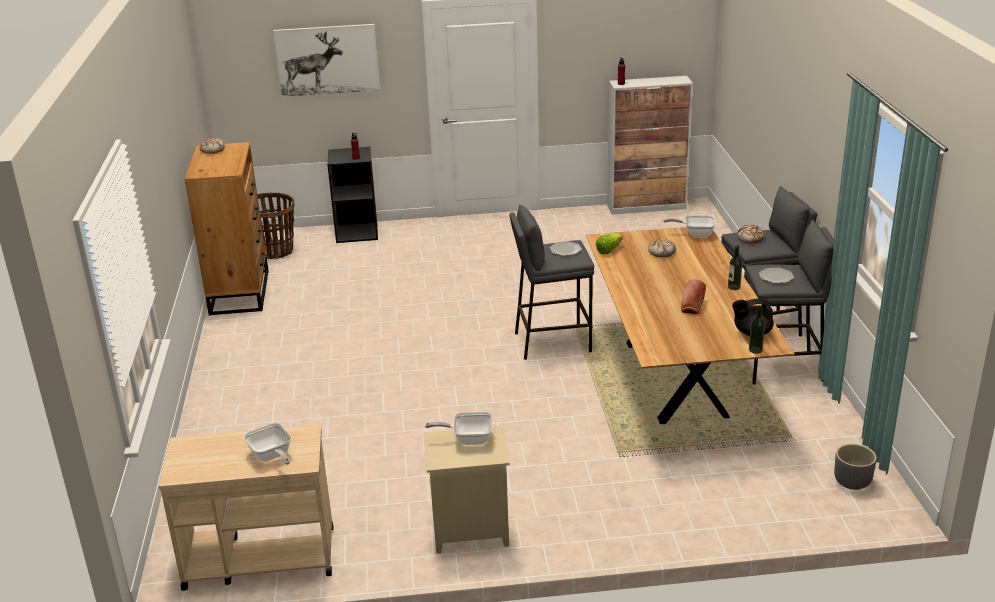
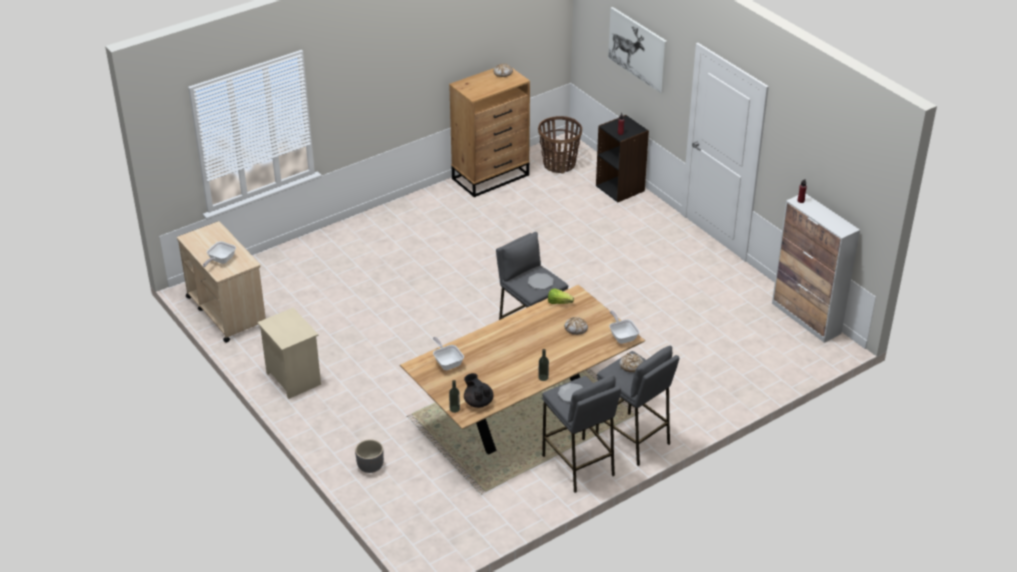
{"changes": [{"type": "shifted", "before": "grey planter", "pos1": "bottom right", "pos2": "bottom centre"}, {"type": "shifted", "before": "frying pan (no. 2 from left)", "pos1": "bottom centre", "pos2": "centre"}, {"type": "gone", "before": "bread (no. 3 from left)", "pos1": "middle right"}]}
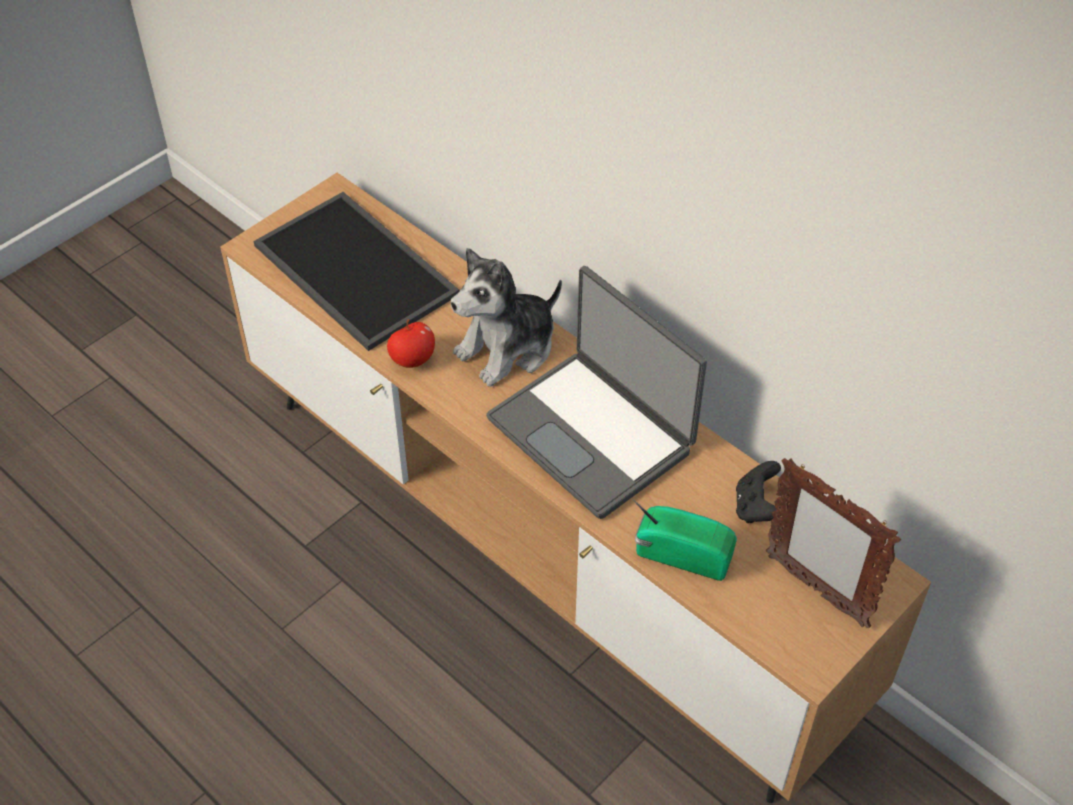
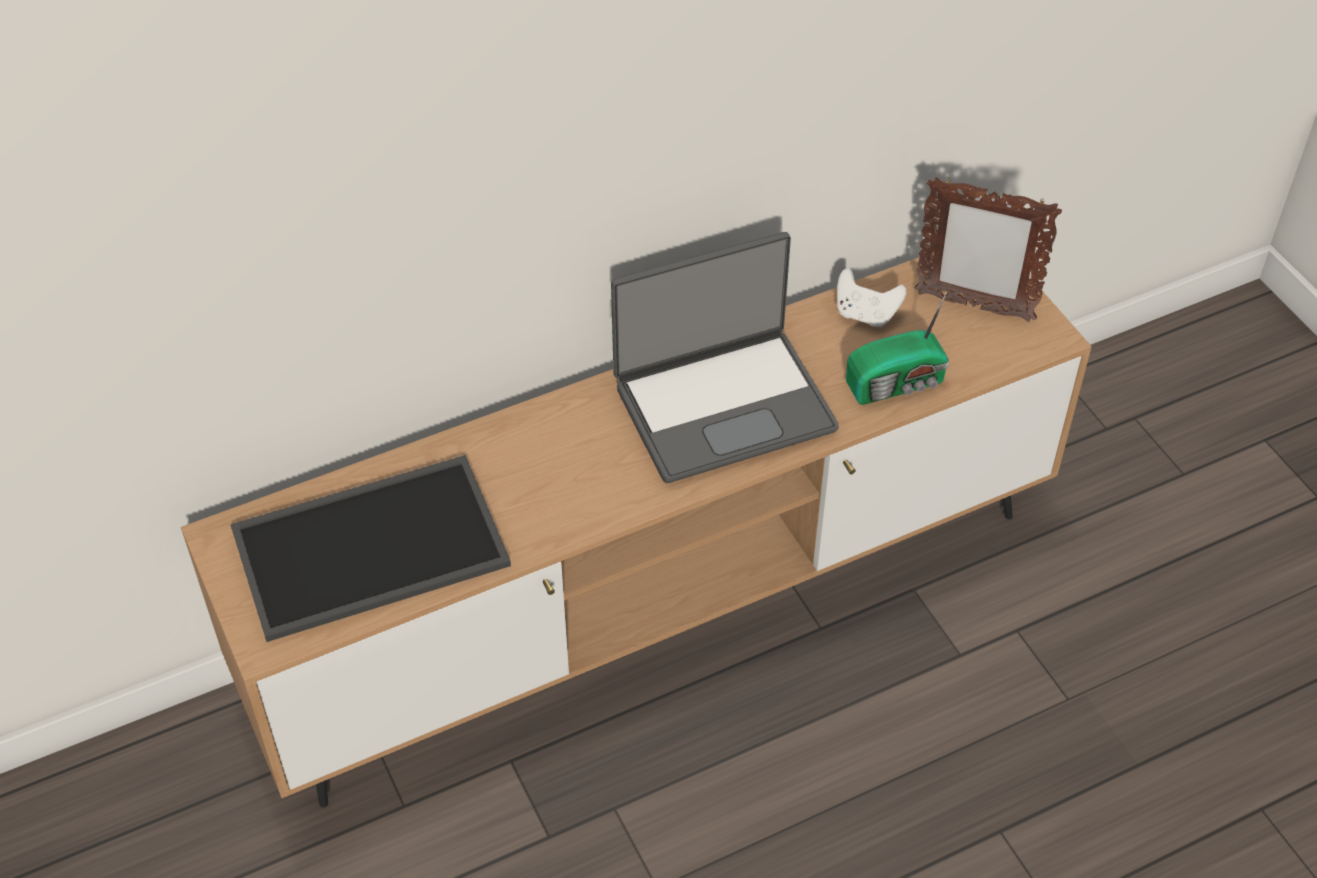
{"changes": [{"type": "repainted", "before": "black game controller", "after": "white game controller", "pos1": "middle right", "pos2": "centre"}, {"type": "rotated", "before": "radio", "pos1": "bottom centre", "pos2": "middle right", "turn": -150}, {"type": "rotated", "before": "picture frame", "pos1": "bottom right", "pos2": "top right", "turn": 45}, {"type": "gone", "before": "apple", "pos1": "centre"}, {"type": "gone", "before": "plush toy", "pos1": "centre"}]}
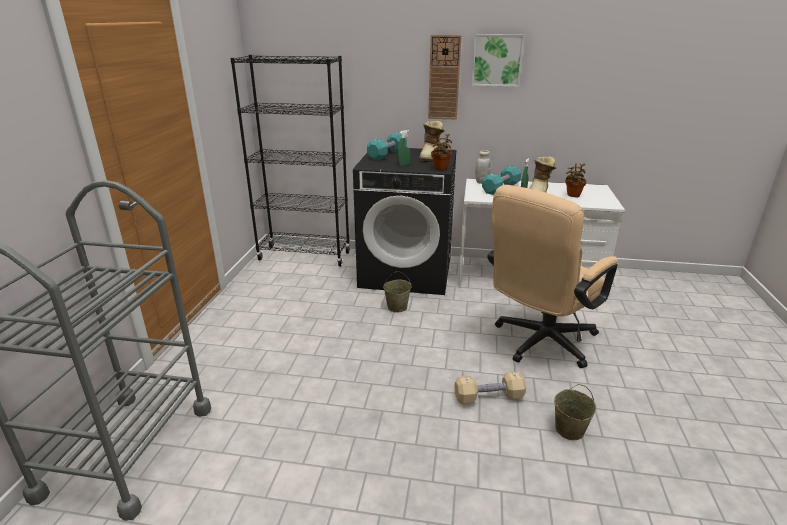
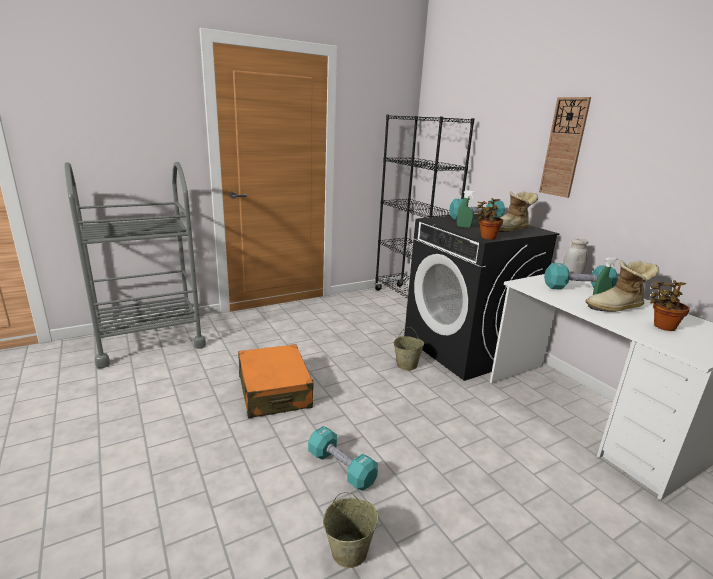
{"changes": [{"type": "new", "after": "orange suitcase", "pos2": "centre"}, {"type": "repainted", "before": "beige dumbbell", "after": "turquoise dumbbell (no. 1 from left)", "pos1": "bottom centre", "pos2": "bottom centre"}, {"type": "gone", "before": "picture", "pos1": "top centre"}, {"type": "gone", "before": "beige office chair", "pos1": "middle right"}]}
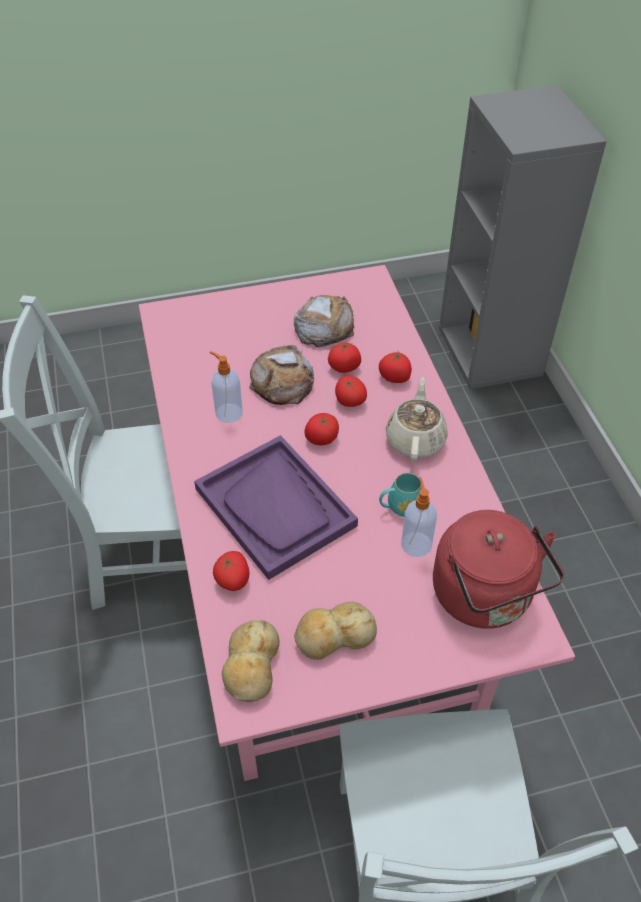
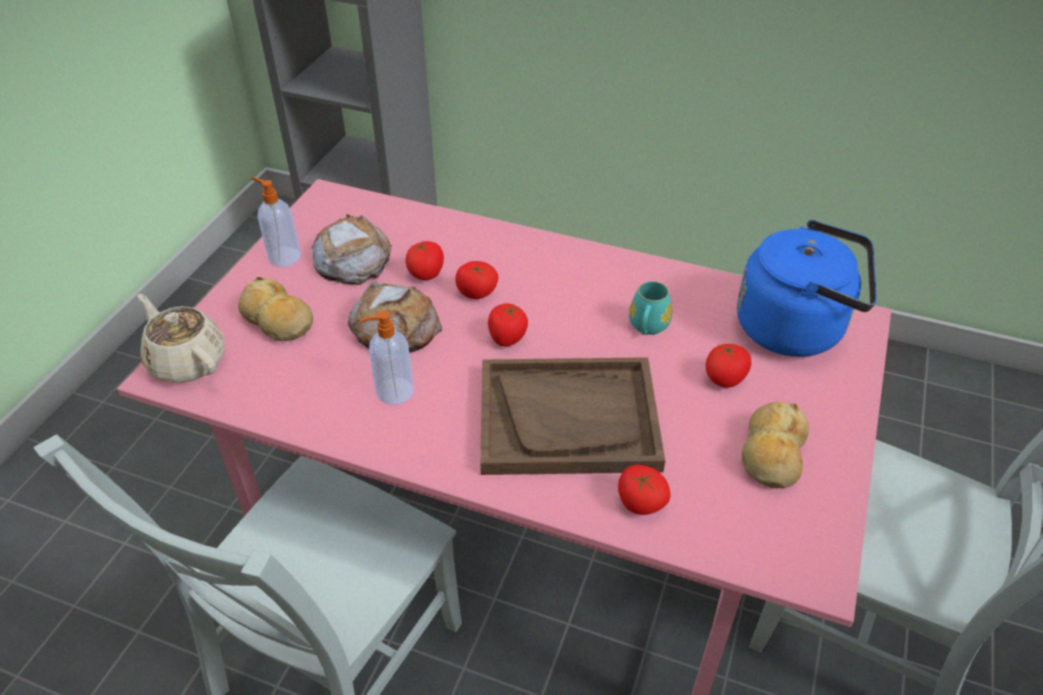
{"changes": [{"type": "shifted", "before": "beige teapot", "pos1": "centre", "pos2": "middle left"}, {"type": "shifted", "before": "bread (no. 1 from left)", "pos1": "bottom centre", "pos2": "middle left"}, {"type": "shifted", "before": "soap dispenser (no. 2 from left in the first image)", "after": "soap dispenser (no. 1 from left)", "pos1": "centre", "pos2": "top left"}, {"type": "repainted", "before": "purple tray", "after": "brown tray", "pos1": "centre", "pos2": "centre"}, {"type": "shifted", "before": "tomato (no. 5 from left)", "pos1": "centre", "pos2": "middle right"}, {"type": "repainted", "before": "red kettle", "after": "blue kettle", "pos1": "middle right", "pos2": "middle right"}]}
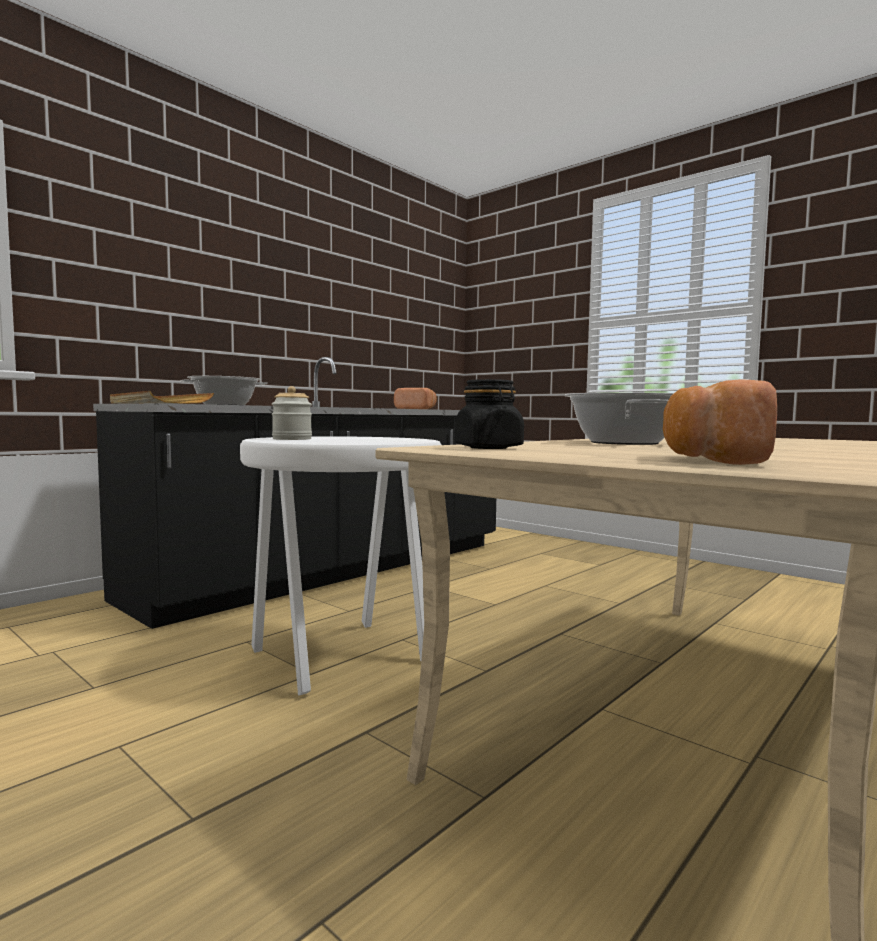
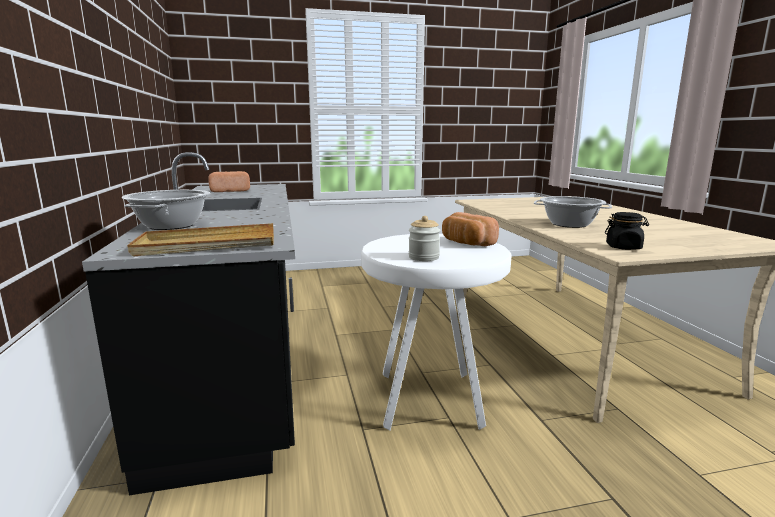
{"changes": [{"type": "shifted", "before": "bread (no. 2 from left)", "pos1": "middle right", "pos2": "centre"}]}
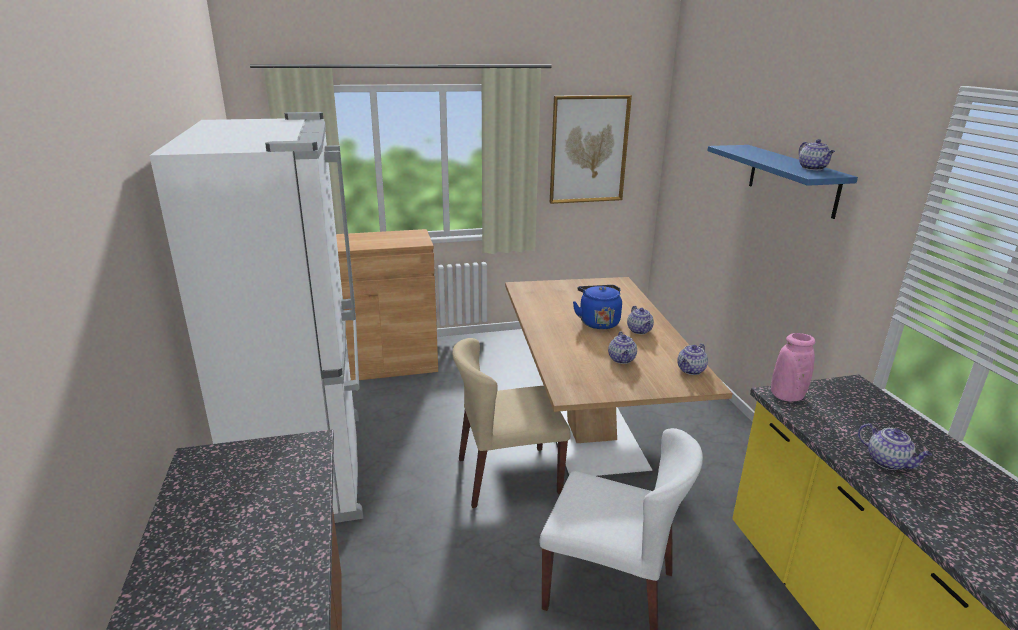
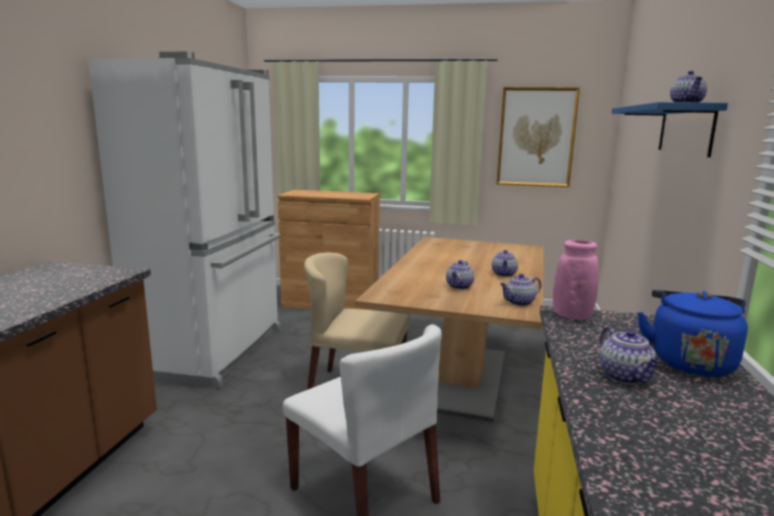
{"changes": [{"type": "shifted", "before": "blue kettle", "pos1": "centre", "pos2": "middle right"}]}
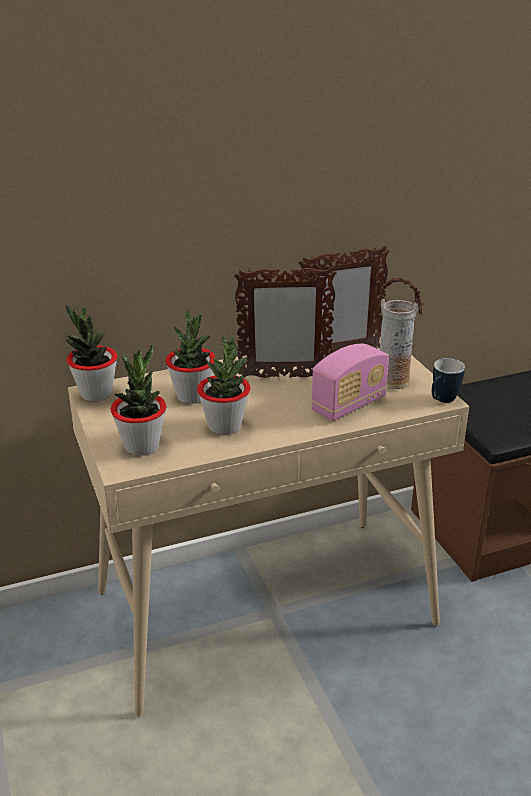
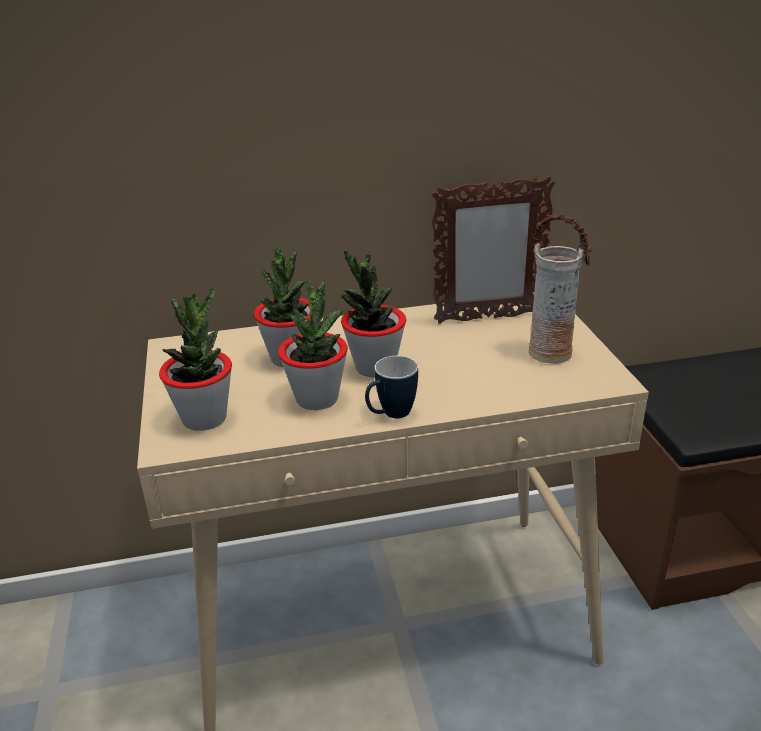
{"changes": [{"type": "shifted", "before": "potted plant (no. 1 from left in the first image)", "after": "potted plant (no. 4 from left)", "pos1": "middle left", "pos2": "centre"}, {"type": "shifted", "before": "mug", "pos1": "middle right", "pos2": "centre"}, {"type": "gone", "before": "picture frame (no. 1 from left)", "pos1": "centre"}, {"type": "gone", "before": "radio", "pos1": "centre"}]}
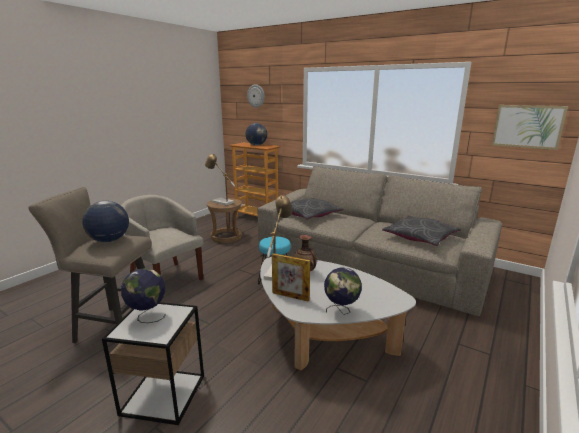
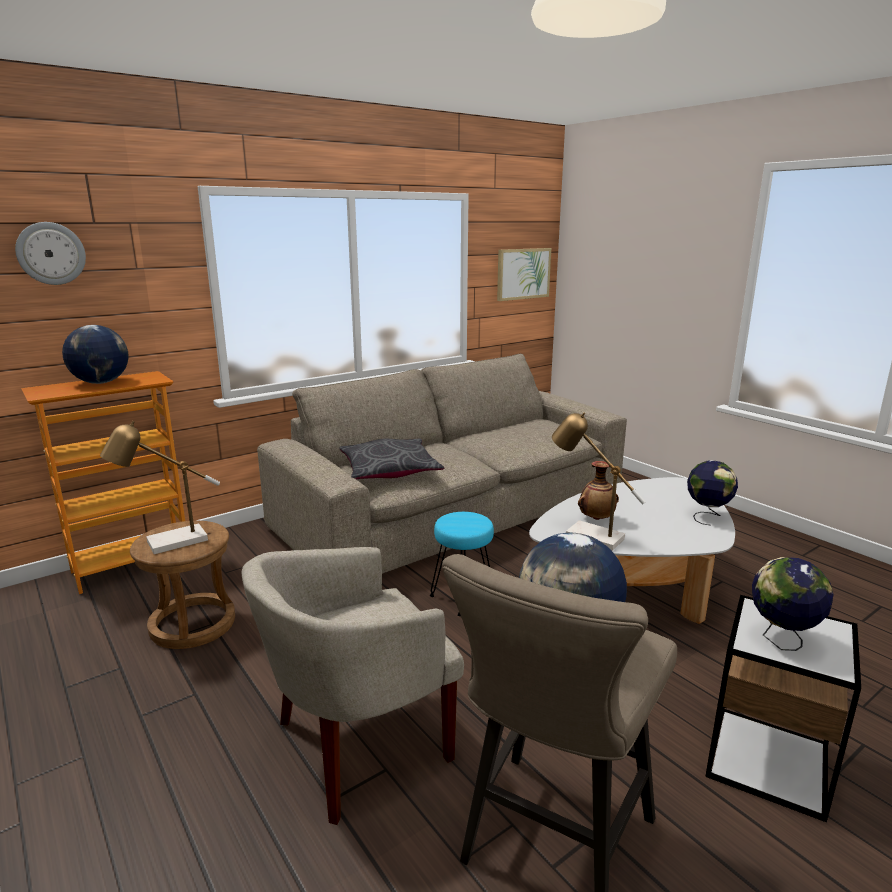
{"changes": [{"type": "gone", "before": "picture frame", "pos1": "centre"}, {"type": "gone", "before": "grey pillow (no. 2 from left)", "pos1": "middle right"}]}
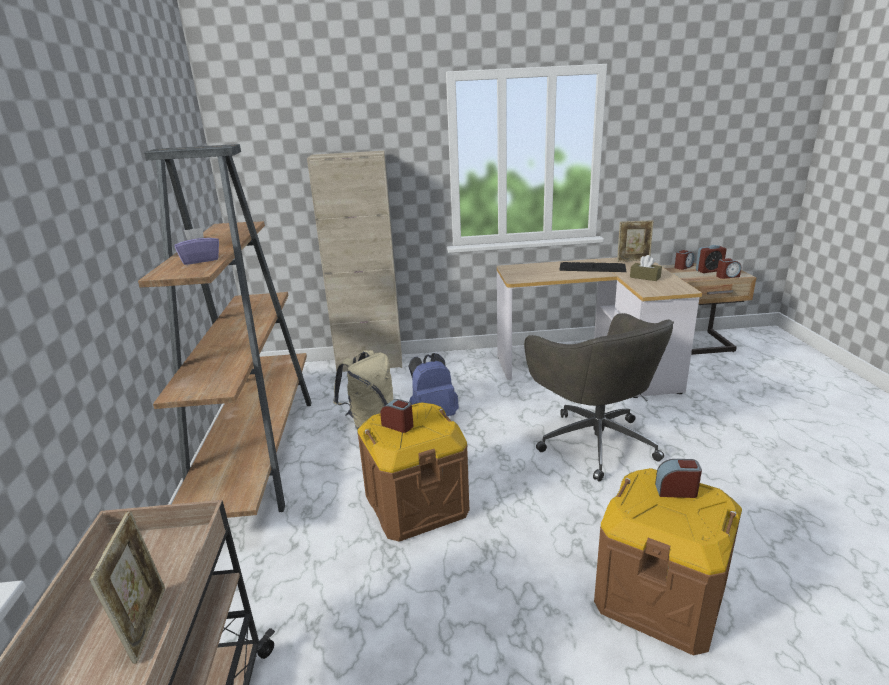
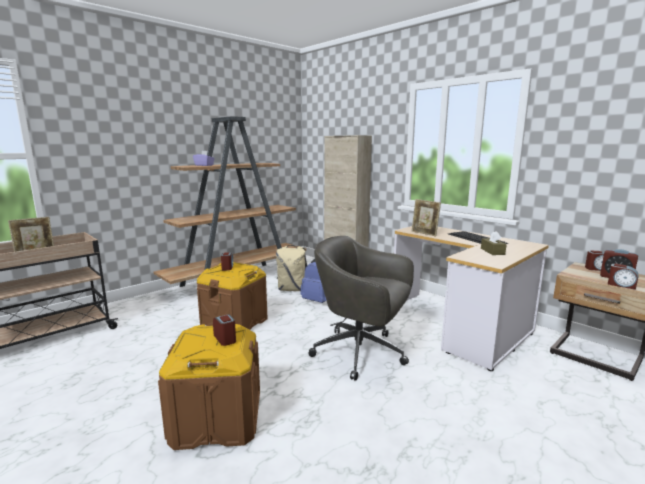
{"changes": [{"type": "rotated", "before": "grey office chair", "pos1": "middle right", "pos2": "centre", "turn": 90}, {"type": "shifted", "before": "picture frame (no. 2 from left)", "pos1": "middle right", "pos2": "centre"}]}
